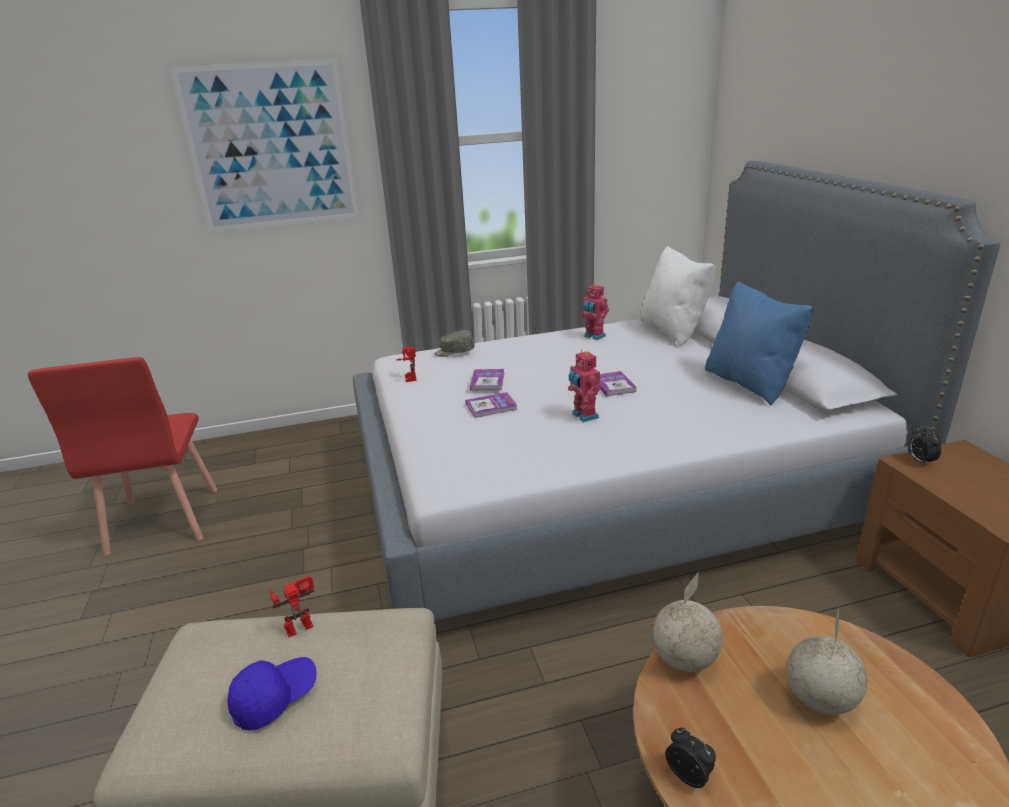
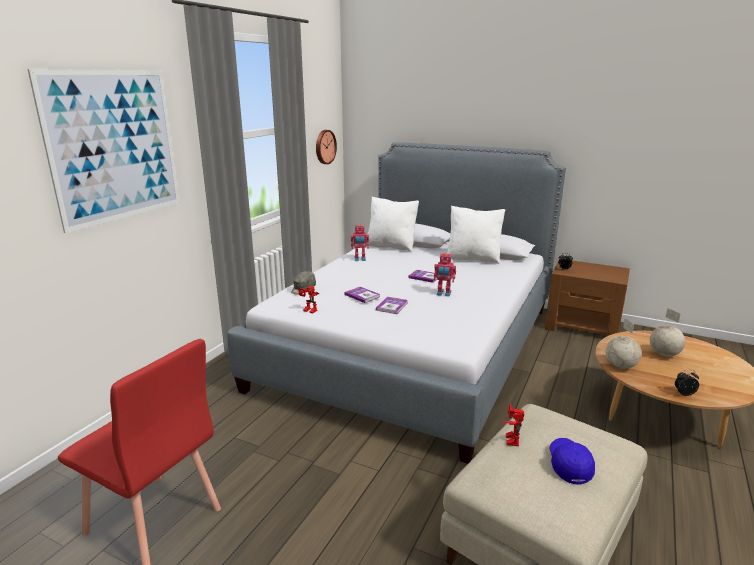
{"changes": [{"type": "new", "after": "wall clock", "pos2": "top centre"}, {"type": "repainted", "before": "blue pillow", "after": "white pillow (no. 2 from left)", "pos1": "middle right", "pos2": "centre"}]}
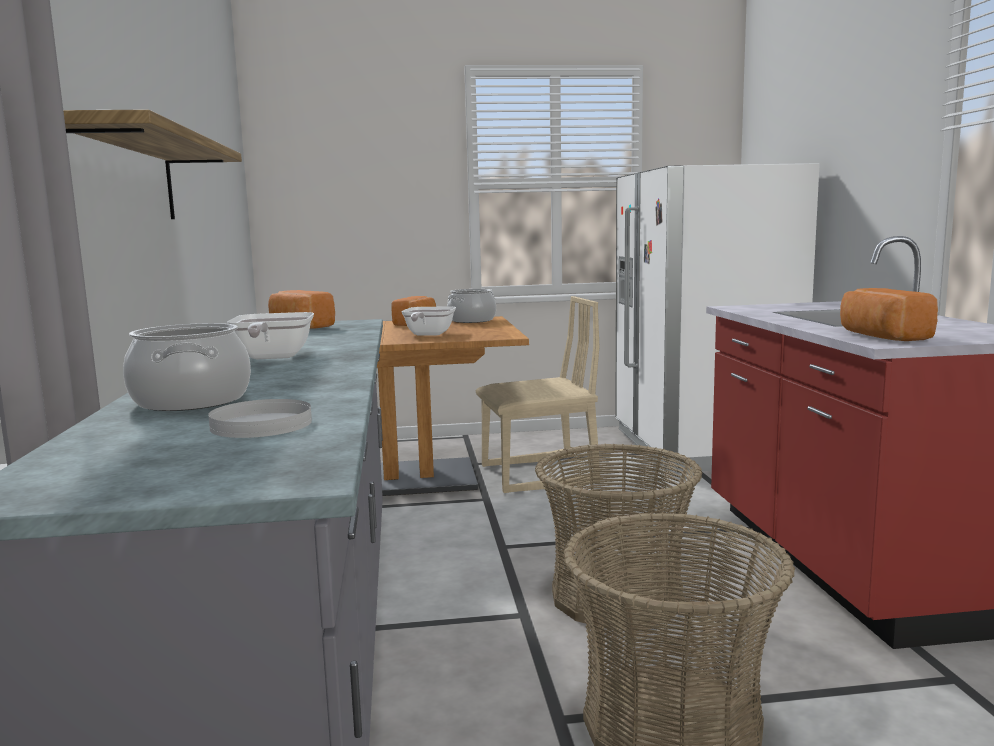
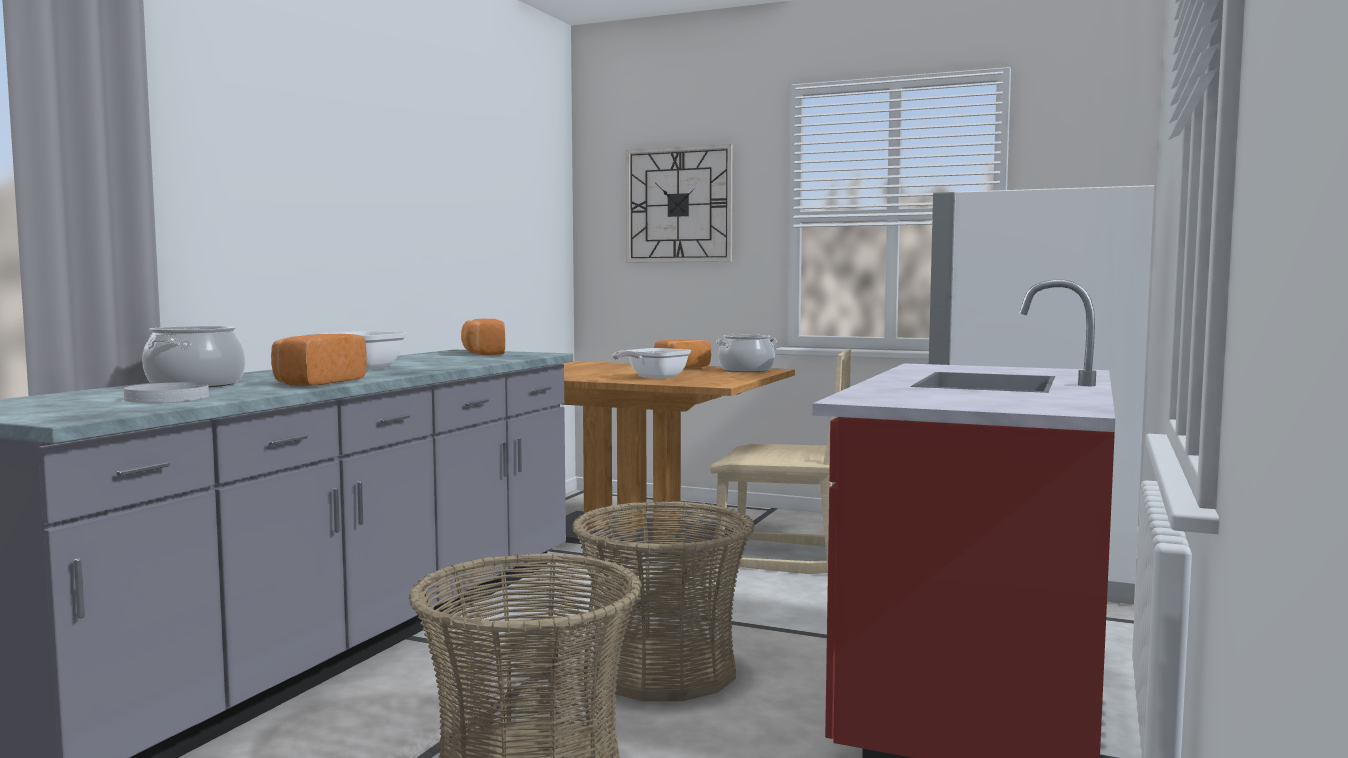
{"changes": [{"type": "shifted", "before": "bread (no. 3 from left in the first image)", "after": "bread (no. 1 from left)", "pos1": "middle right", "pos2": "middle left"}, {"type": "new", "after": "wall clock", "pos2": "top centre"}, {"type": "gone", "before": "shelf", "pos1": "top left"}]}
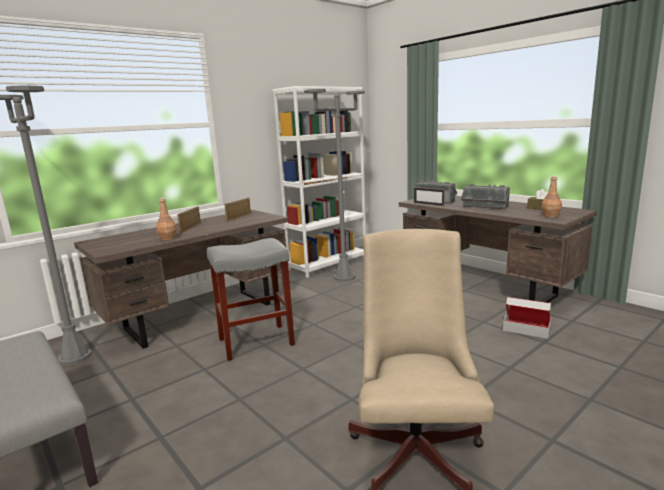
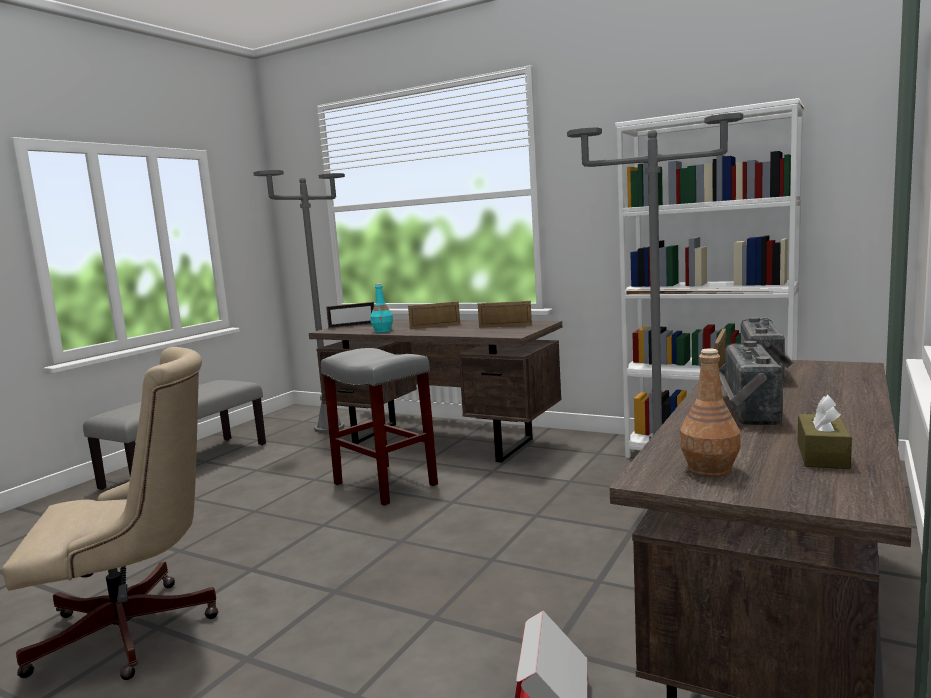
{"changes": [{"type": "new", "after": "picture frame (no. 1 from left)", "pos2": "centre"}, {"type": "repainted", "before": "brown bottle (no. 1 from left)", "after": "turquoise bottle", "pos1": "middle left", "pos2": "centre"}]}
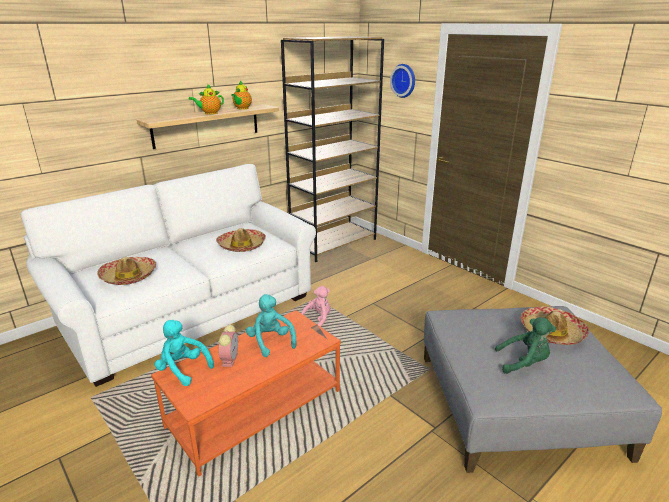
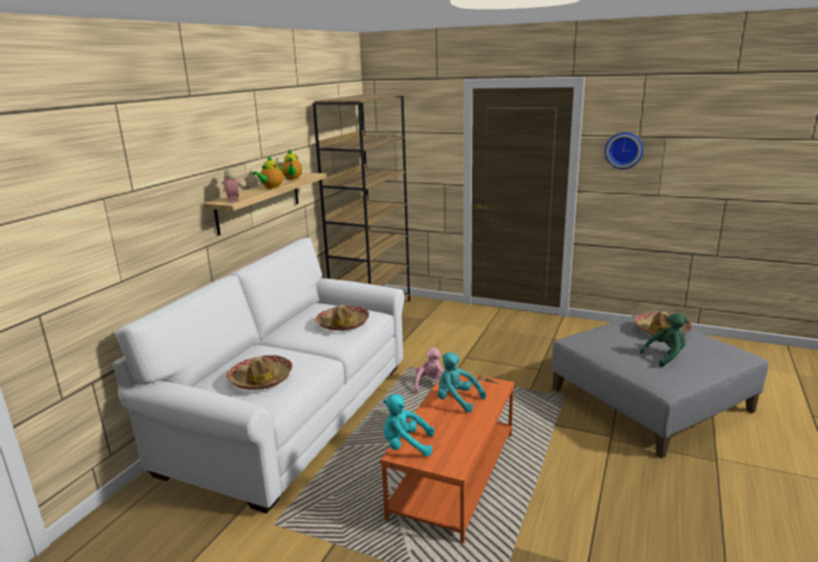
{"changes": [{"type": "shifted", "before": "alarm clock", "pos1": "bottom centre", "pos2": "top left"}, {"type": "shifted", "before": "wall clock", "pos1": "top centre", "pos2": "top right"}]}
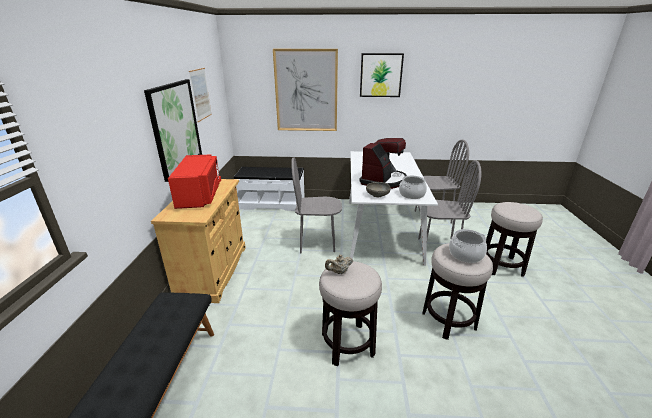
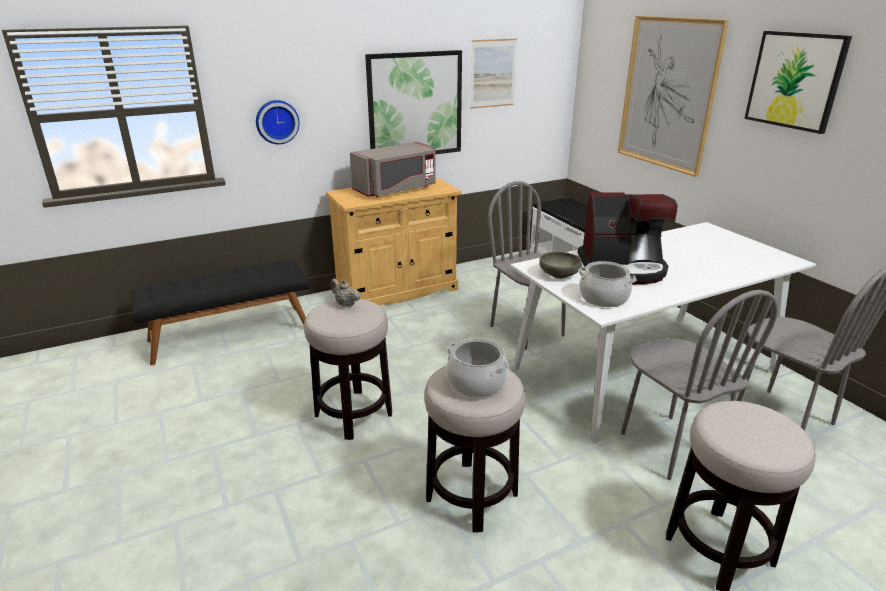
{"changes": [{"type": "new", "after": "wall clock", "pos2": "top left"}, {"type": "repainted", "before": "red microwave", "after": "grey microwave", "pos1": "middle left", "pos2": "top centre"}]}
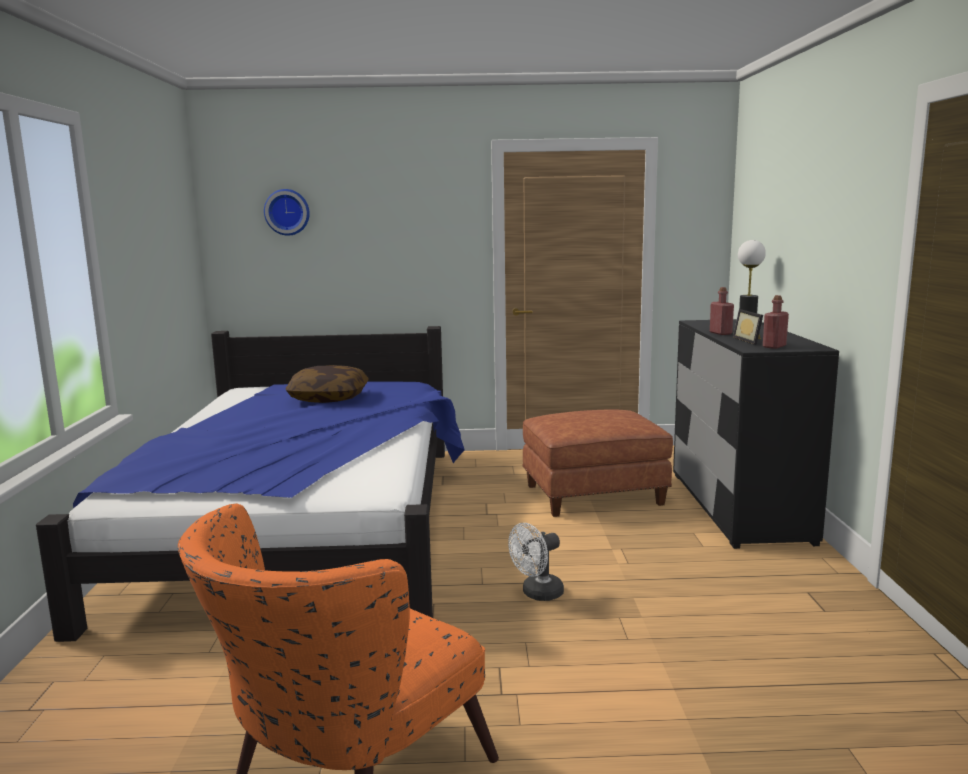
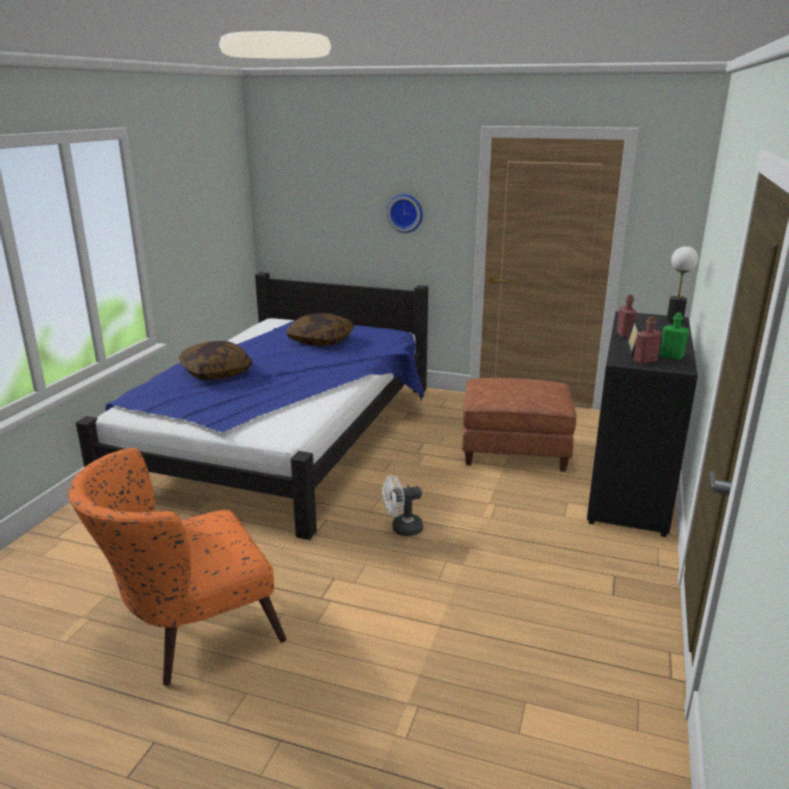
{"changes": [{"type": "new", "after": "pillow (no. 1 from left)", "pos2": "middle left"}, {"type": "shifted", "before": "wall clock", "pos1": "top left", "pos2": "top centre"}, {"type": "new", "after": "green bottle", "pos2": "middle right"}]}
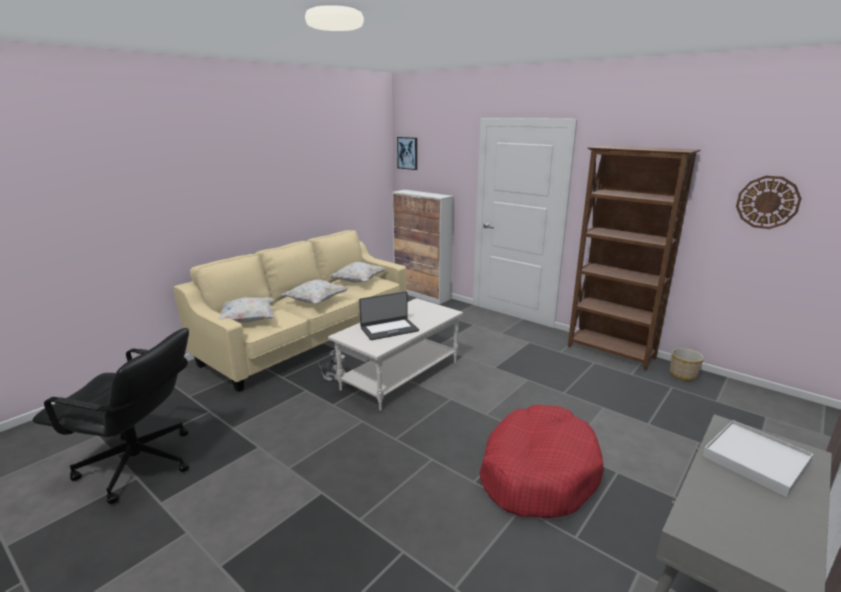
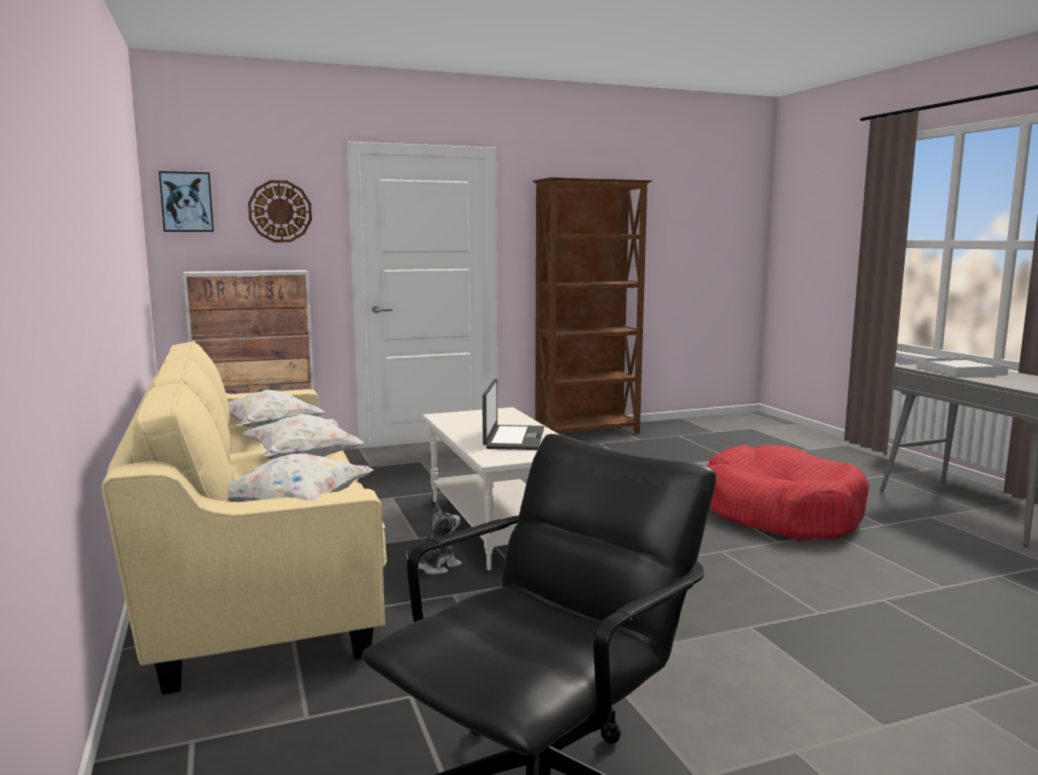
{"changes": [{"type": "shifted", "before": "wall clock", "pos1": "middle right", "pos2": "top left"}, {"type": "gone", "before": "planter", "pos1": "middle right"}]}
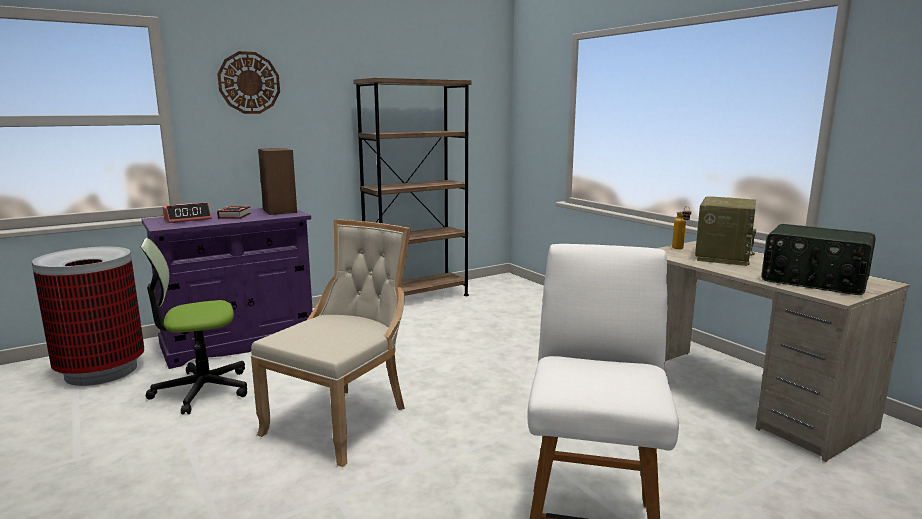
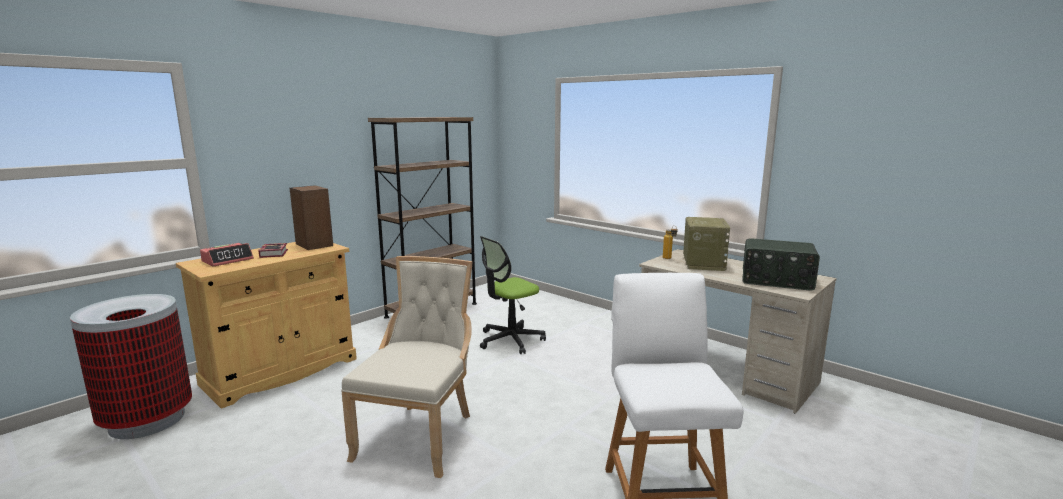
{"changes": [{"type": "repainted", "before": "purple cabinet", "after": "beige cabinet", "pos1": "middle left", "pos2": "middle left"}, {"type": "shifted", "before": "office chair", "pos1": "middle left", "pos2": "centre"}, {"type": "gone", "before": "wall clock", "pos1": "top left"}]}
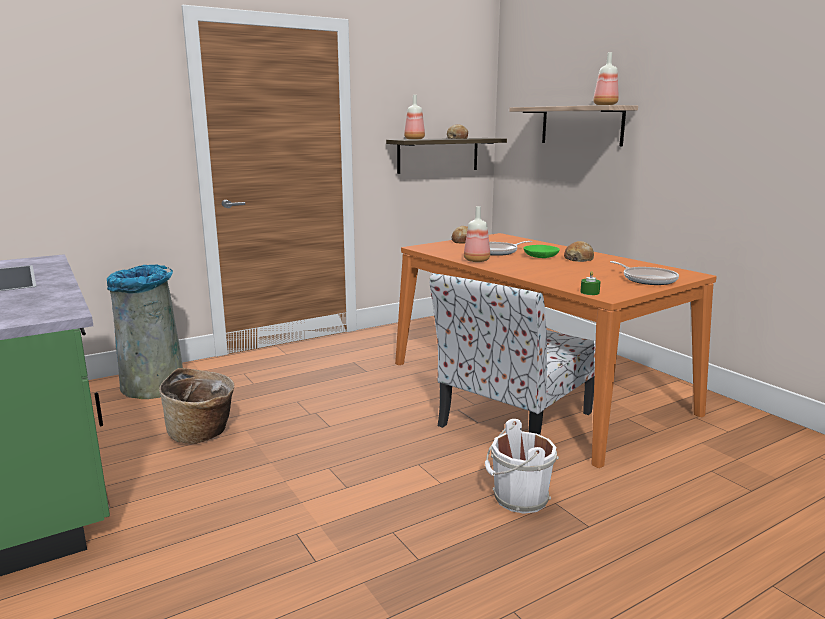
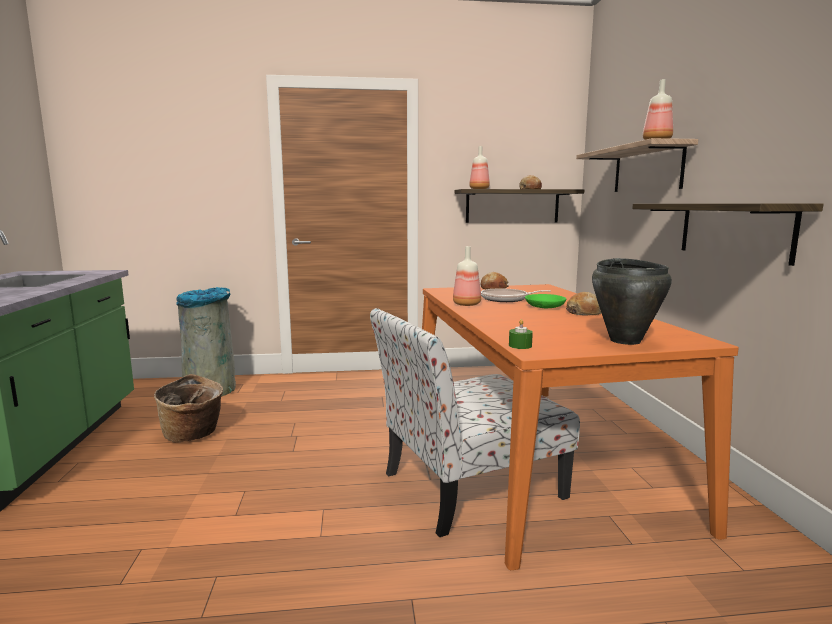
{"changes": [{"type": "swapped", "before": "frying pan (no. 2 from left)", "after": "black cooking pot", "pos1": "middle right", "pos2": "middle right"}, {"type": "new", "after": "shelf (no. 3 from left)", "pos2": "middle right"}, {"type": "gone", "before": "white bucket", "pos1": "bottom centre"}]}
